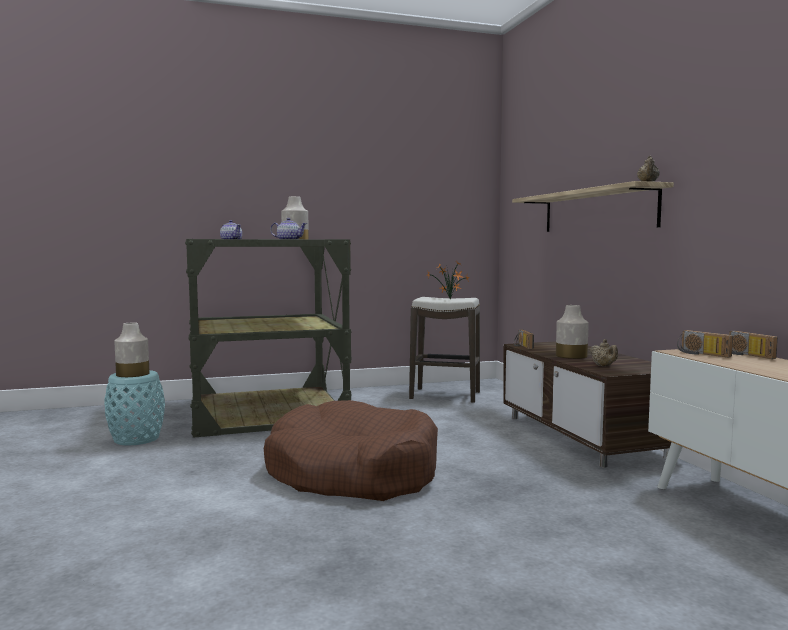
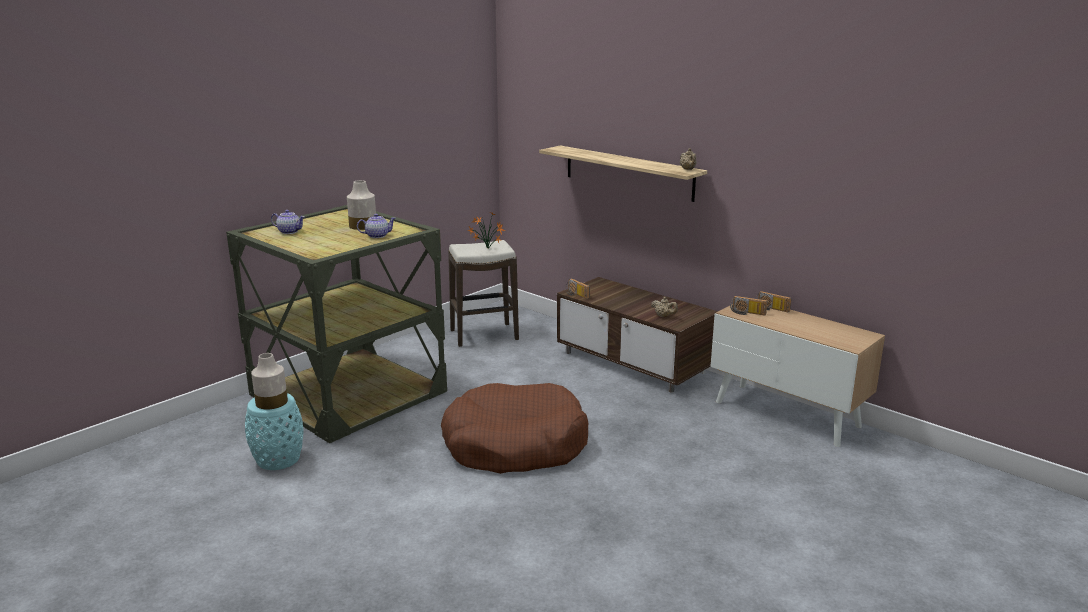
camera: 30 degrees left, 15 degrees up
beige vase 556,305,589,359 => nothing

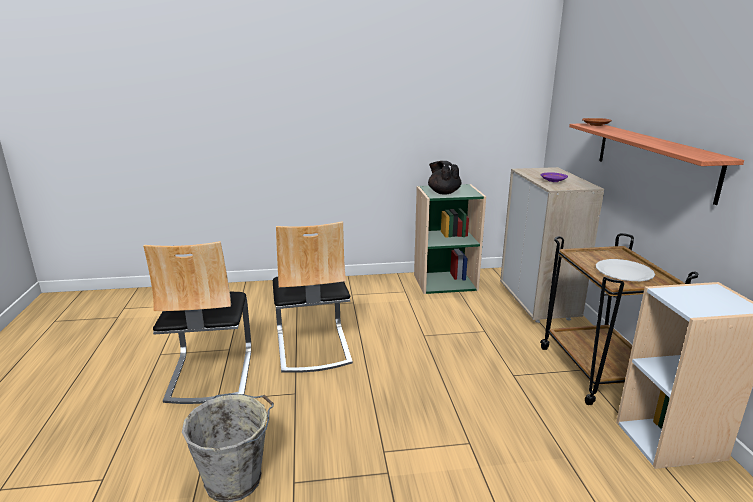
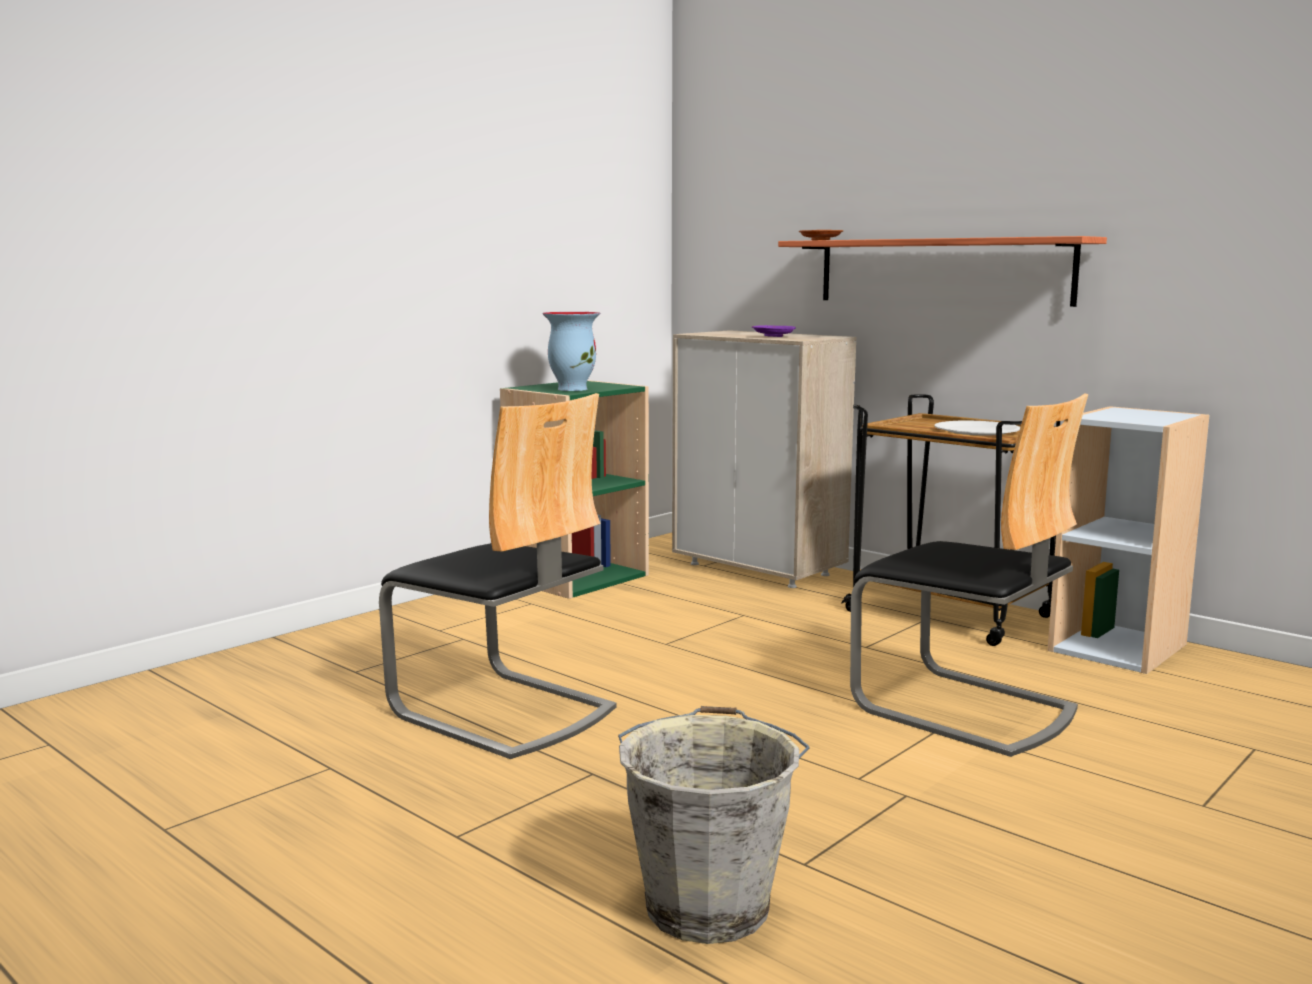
camera: 40 degrees left, 10 degrees down
black teapot 428,161,461,195 => vase 542,312,600,391
chair 143,241,251,404 => chair 850,393,1088,757, moved

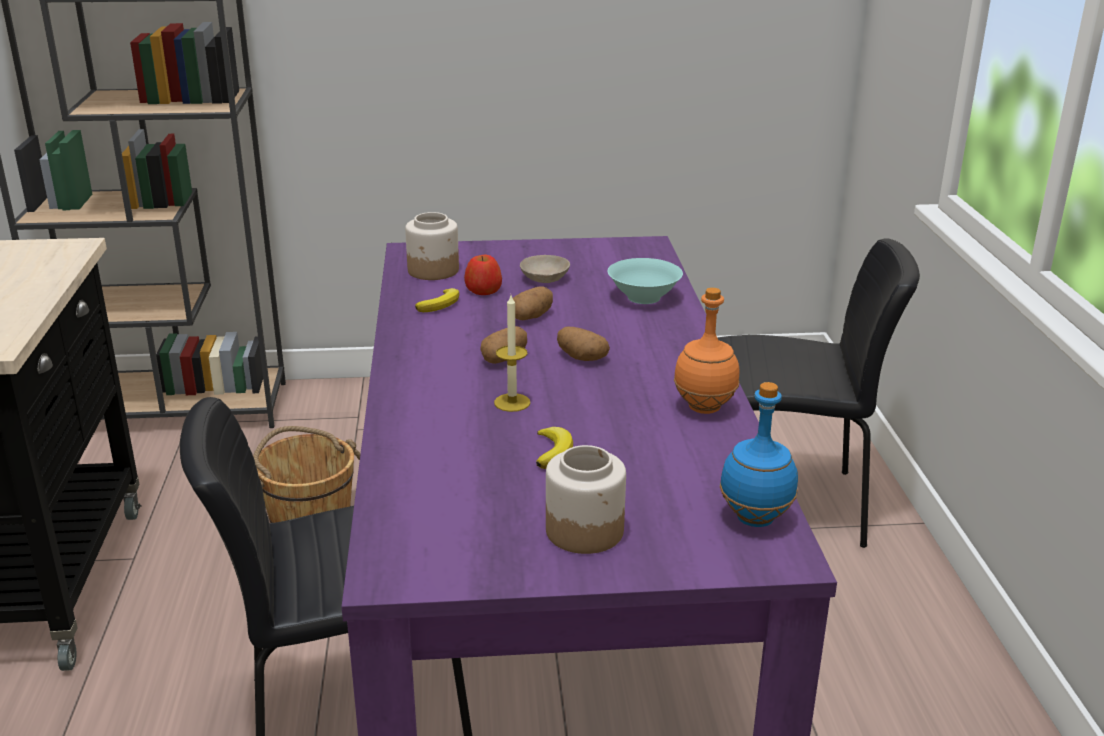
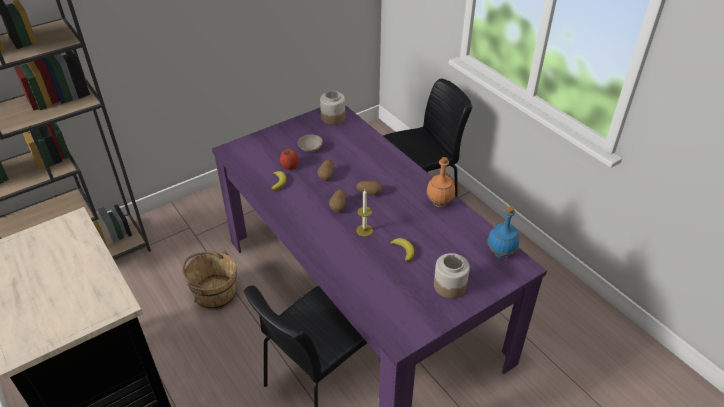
camera: 30 degrees left, 15 degrees up
jar 405,212,459,280 => jar 320,91,345,124, moved
turquoise bowl 608,258,683,304 => nothing

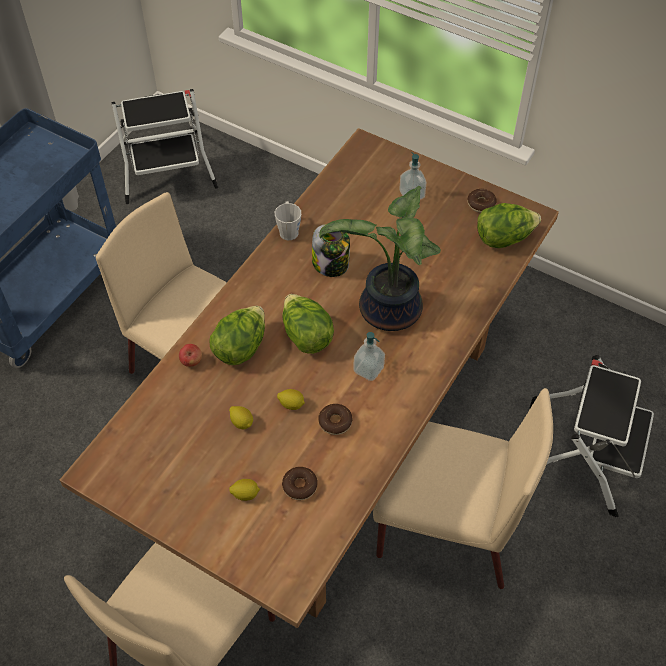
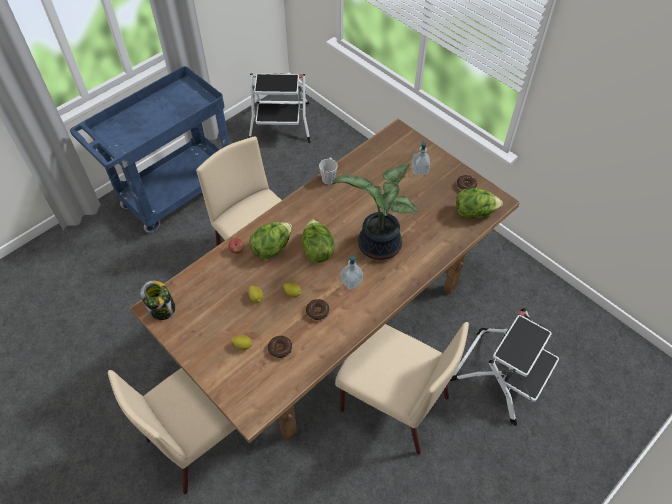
camera: 15 degrees right, 0 degrees up
jar 312,224,350,277 => jar 140,281,175,320, moved

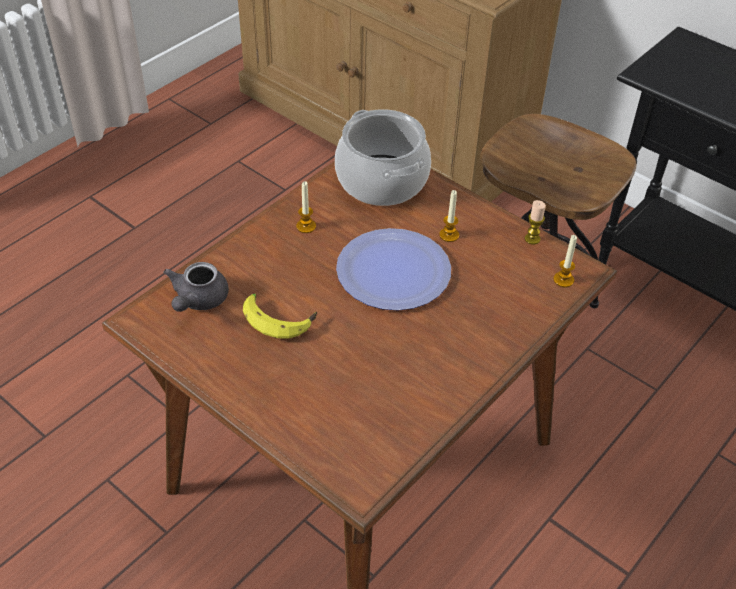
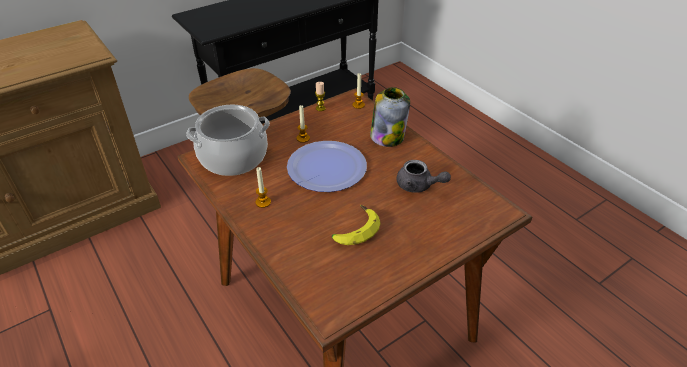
camera: 75 degrees left, 5 degrees down
grey teapot 163,262,229,312 => grey teapot 396,160,451,193, moved
nothing => jar 370,87,410,147

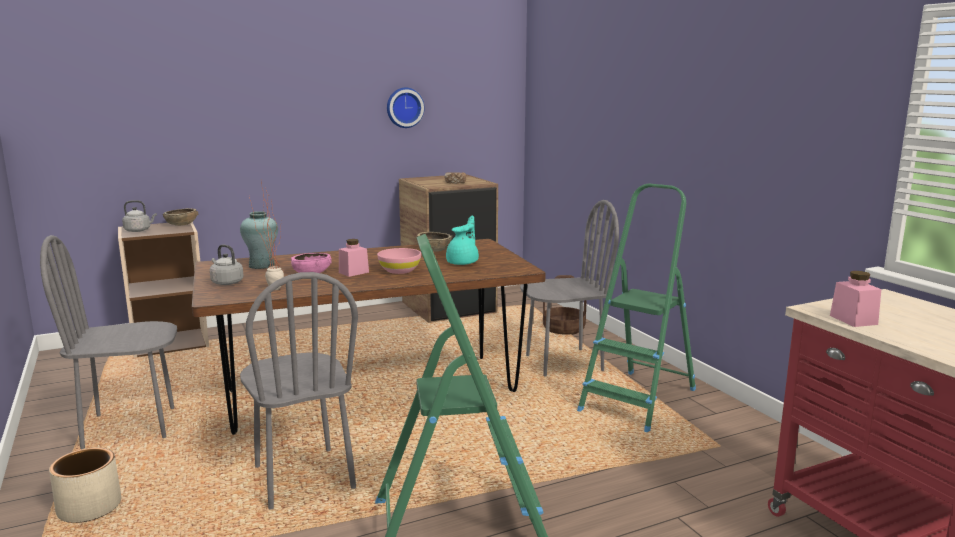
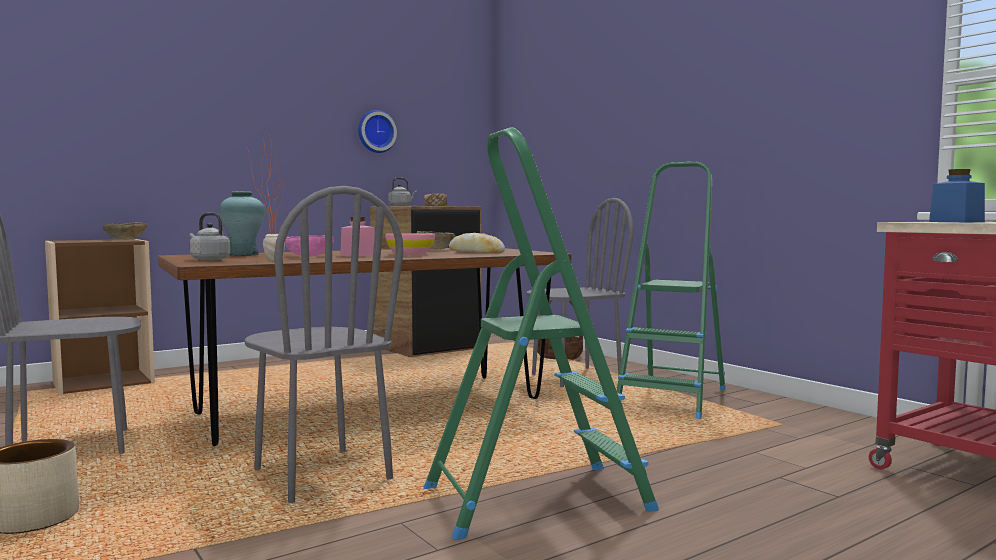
camera: 10 degrees left, 10 degrees down
grey kettle 122,200,157,232 => grey kettle 388,177,417,206, moved
turquoise teapot 446,215,479,265 => bread 449,233,505,253
pink jar 830,271,881,327 => blue jar 929,169,985,222

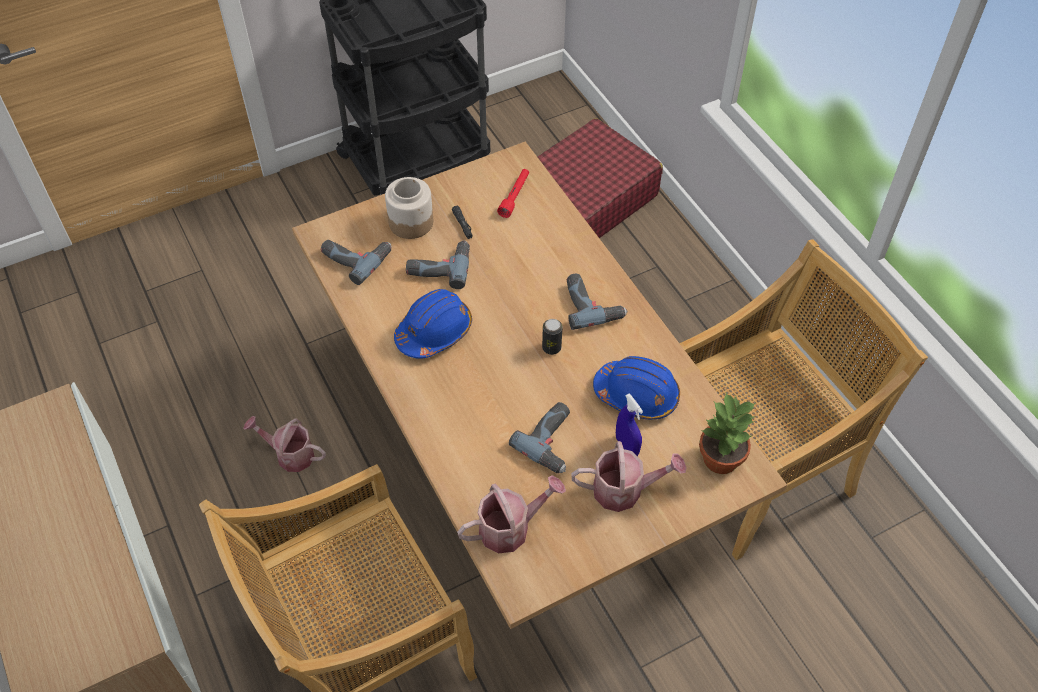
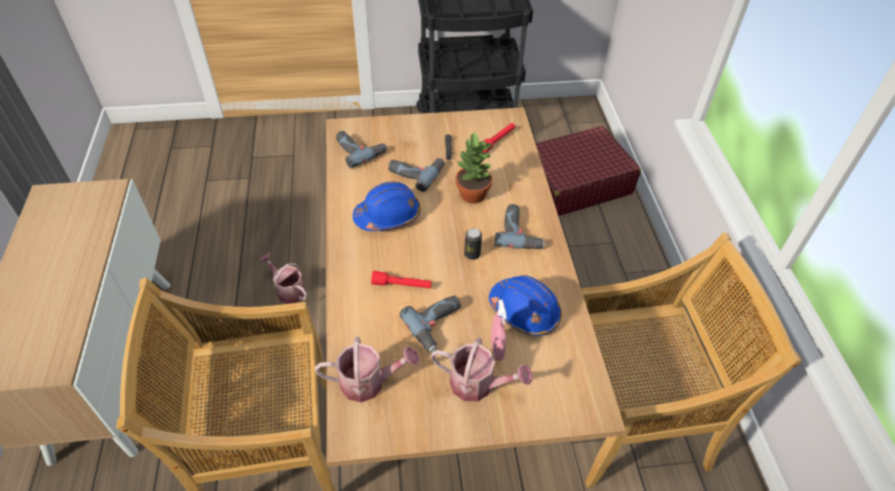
camera: 20 degrees right, 5 degrees down
jar 385,177,433,239 => nothing
potted plant 699,393,756,474 => potted plant 456,131,494,204, moved
blue spray bottle 616,394,643,456 => pink spray bottle 491,300,507,361
nothing => red flashlight 371,271,432,289

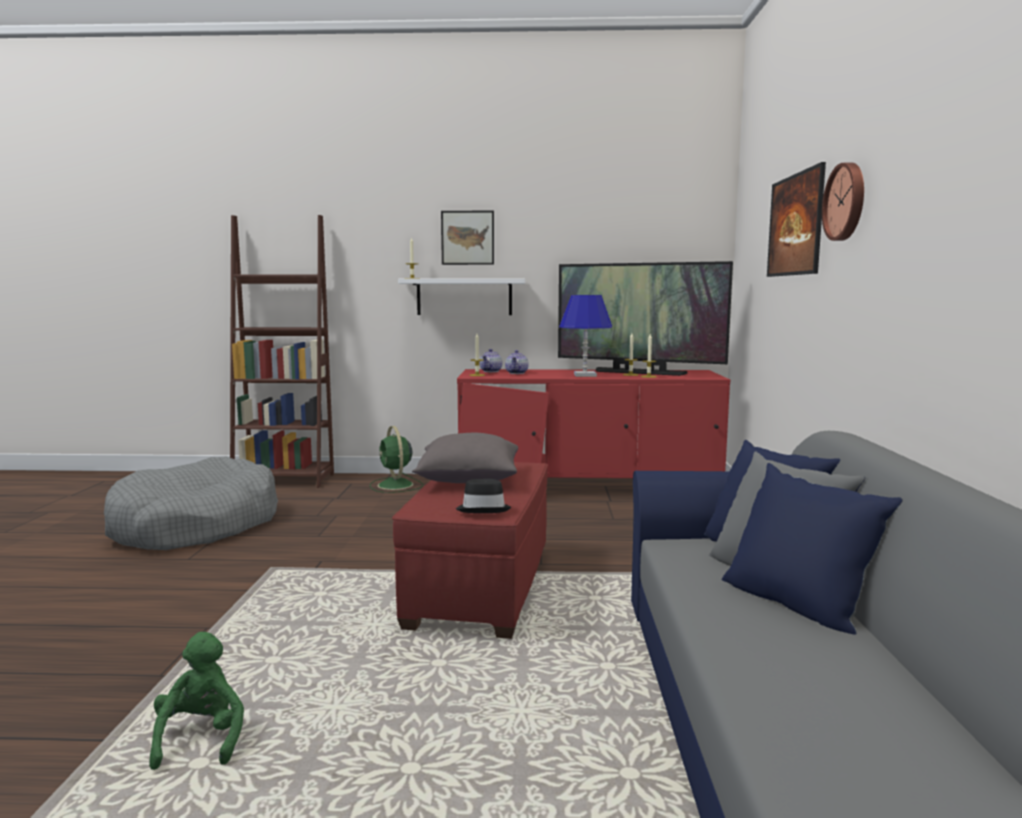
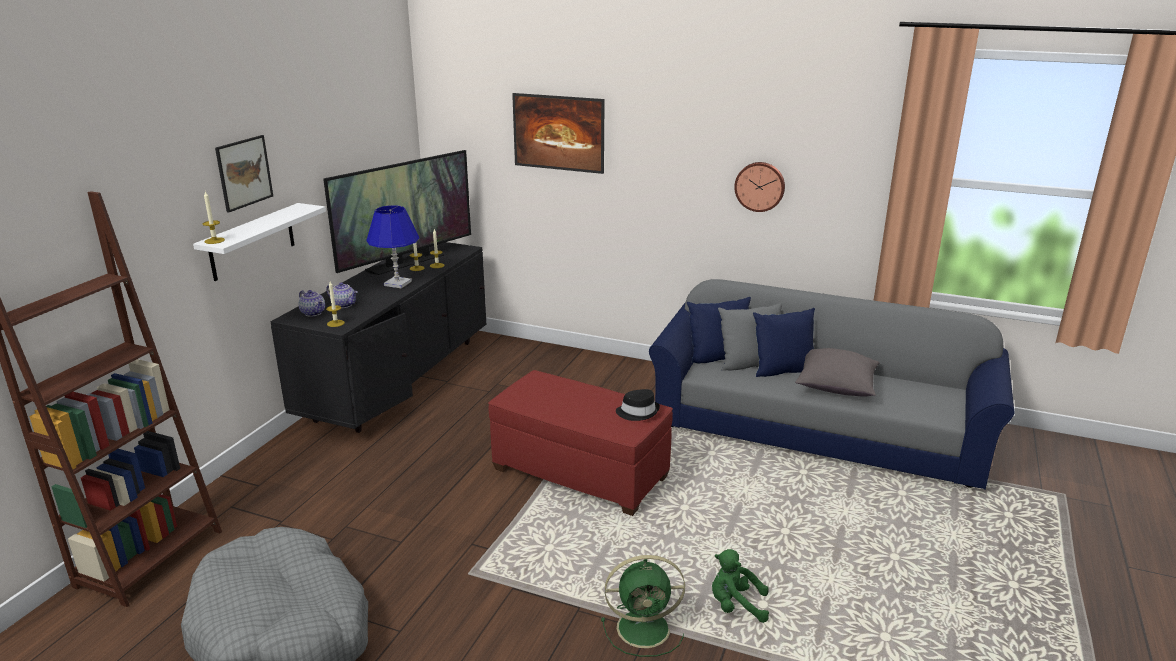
camera: 70 degrees left, 15 degrees up
wall clock 822,163,864,241 => wall clock 734,162,785,212, moved
red tv stand 457,369,730,478 => black tv stand 271,242,486,433
green fan 370,426,423,493 => green fan 601,555,685,657, moved
grey pillow 412,433,518,483 => grey pillow 795,348,879,397, moved

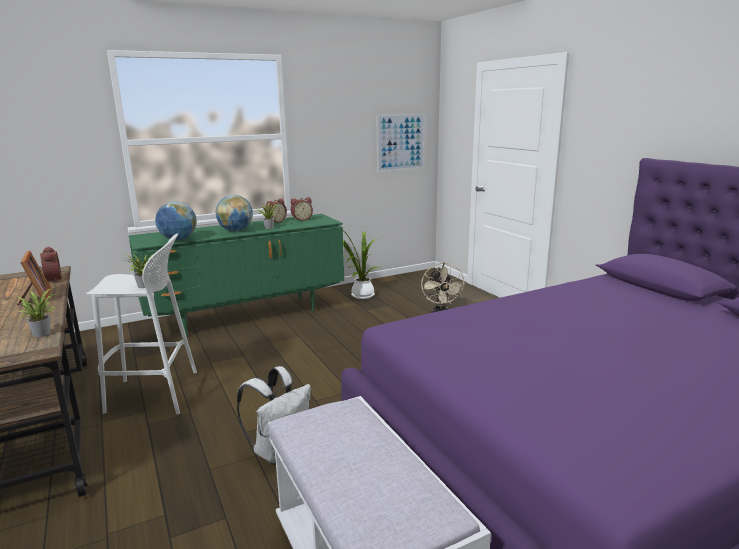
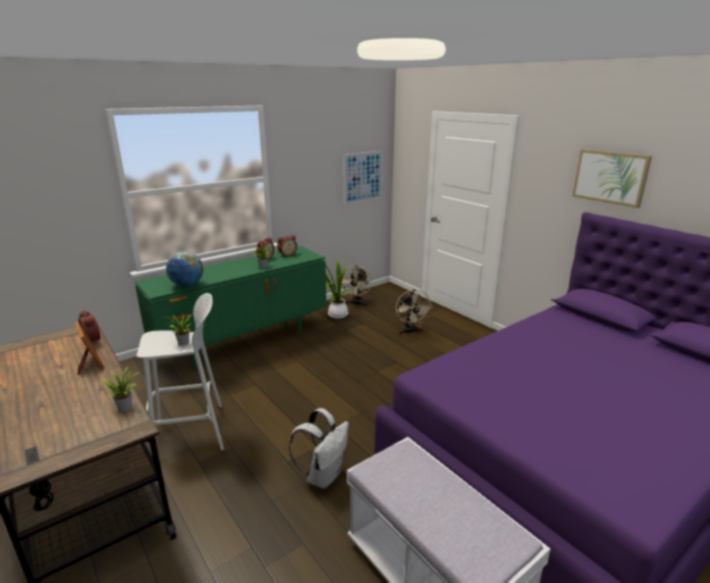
camera: 10 degrees left, 5 degrees up
globe 216,195,253,231 => nothing
nothing => picture 572,149,652,208
nothing => beige fan 341,265,372,306

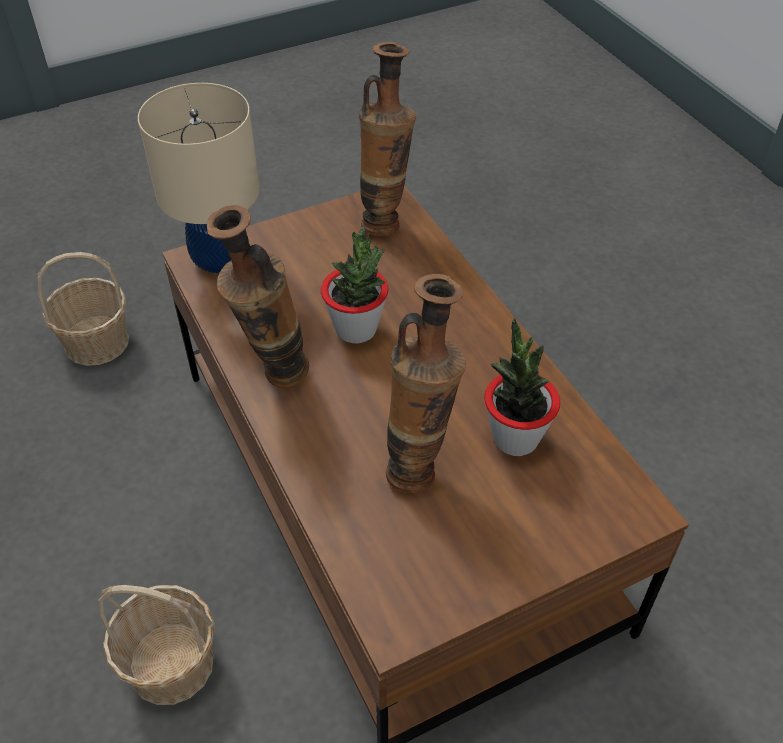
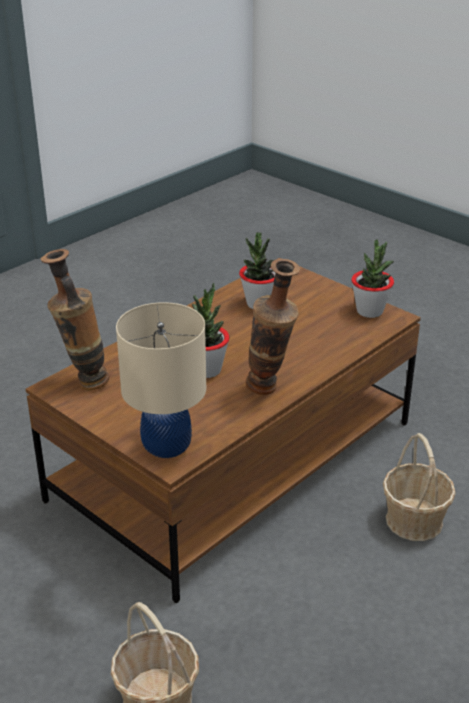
camera: 110 degrees left, 15 degrees down
vase 386,274,466,494 => nothing
nothing => potted plant 351,239,394,318

